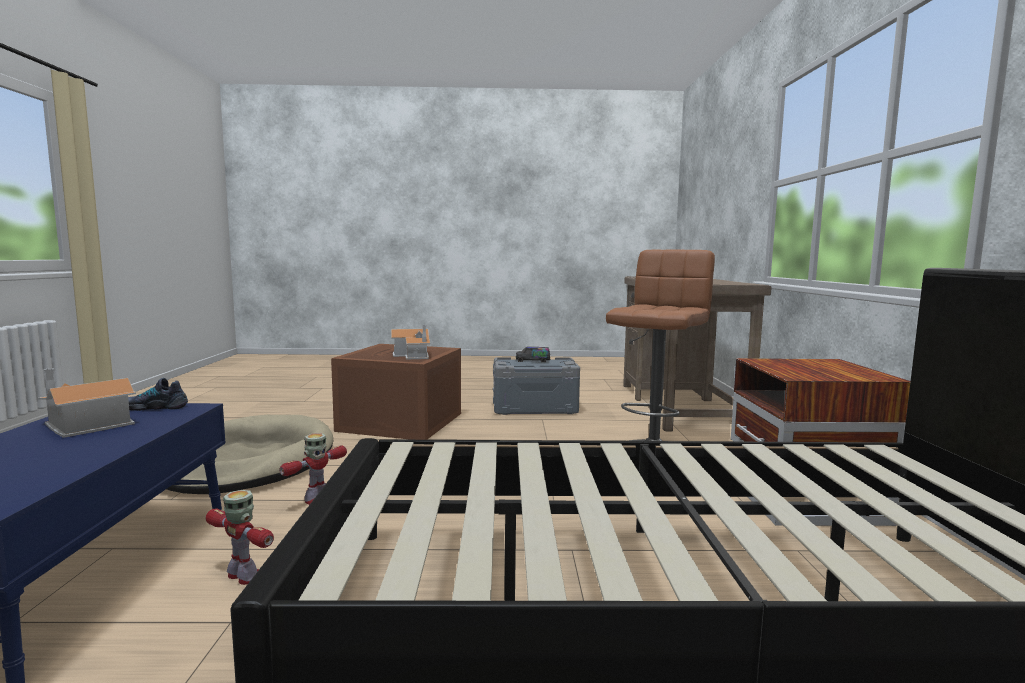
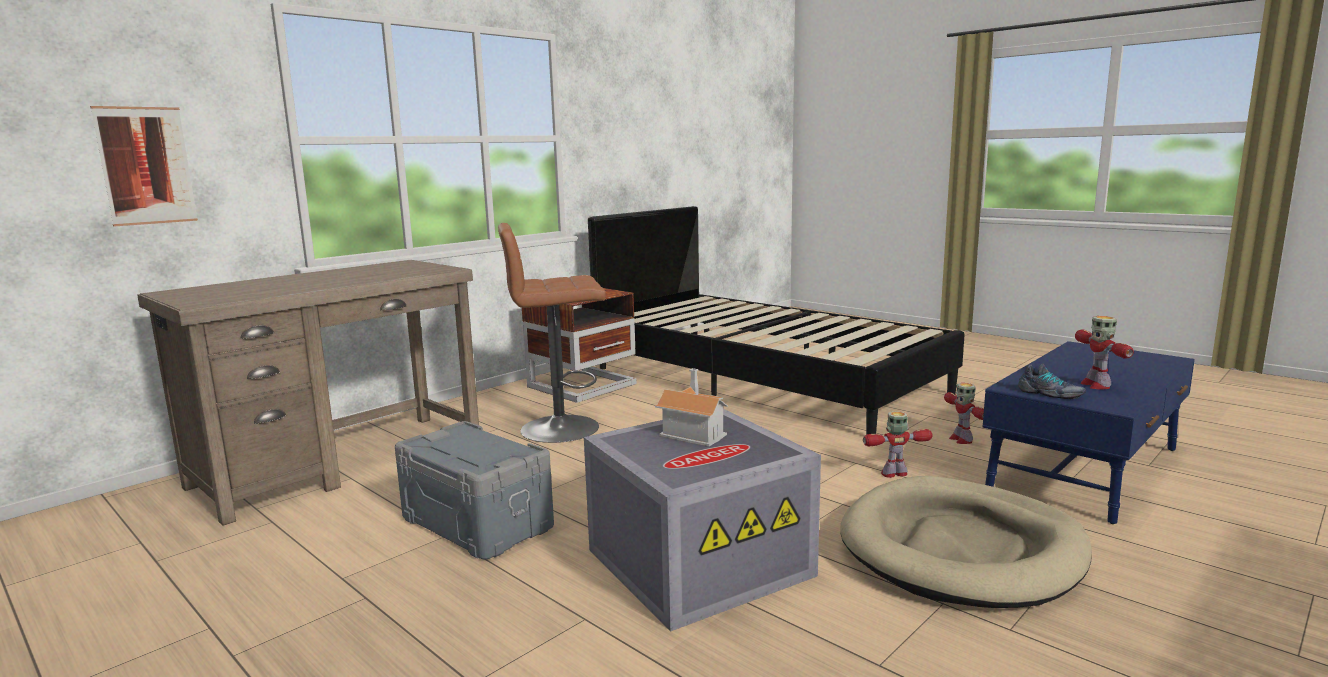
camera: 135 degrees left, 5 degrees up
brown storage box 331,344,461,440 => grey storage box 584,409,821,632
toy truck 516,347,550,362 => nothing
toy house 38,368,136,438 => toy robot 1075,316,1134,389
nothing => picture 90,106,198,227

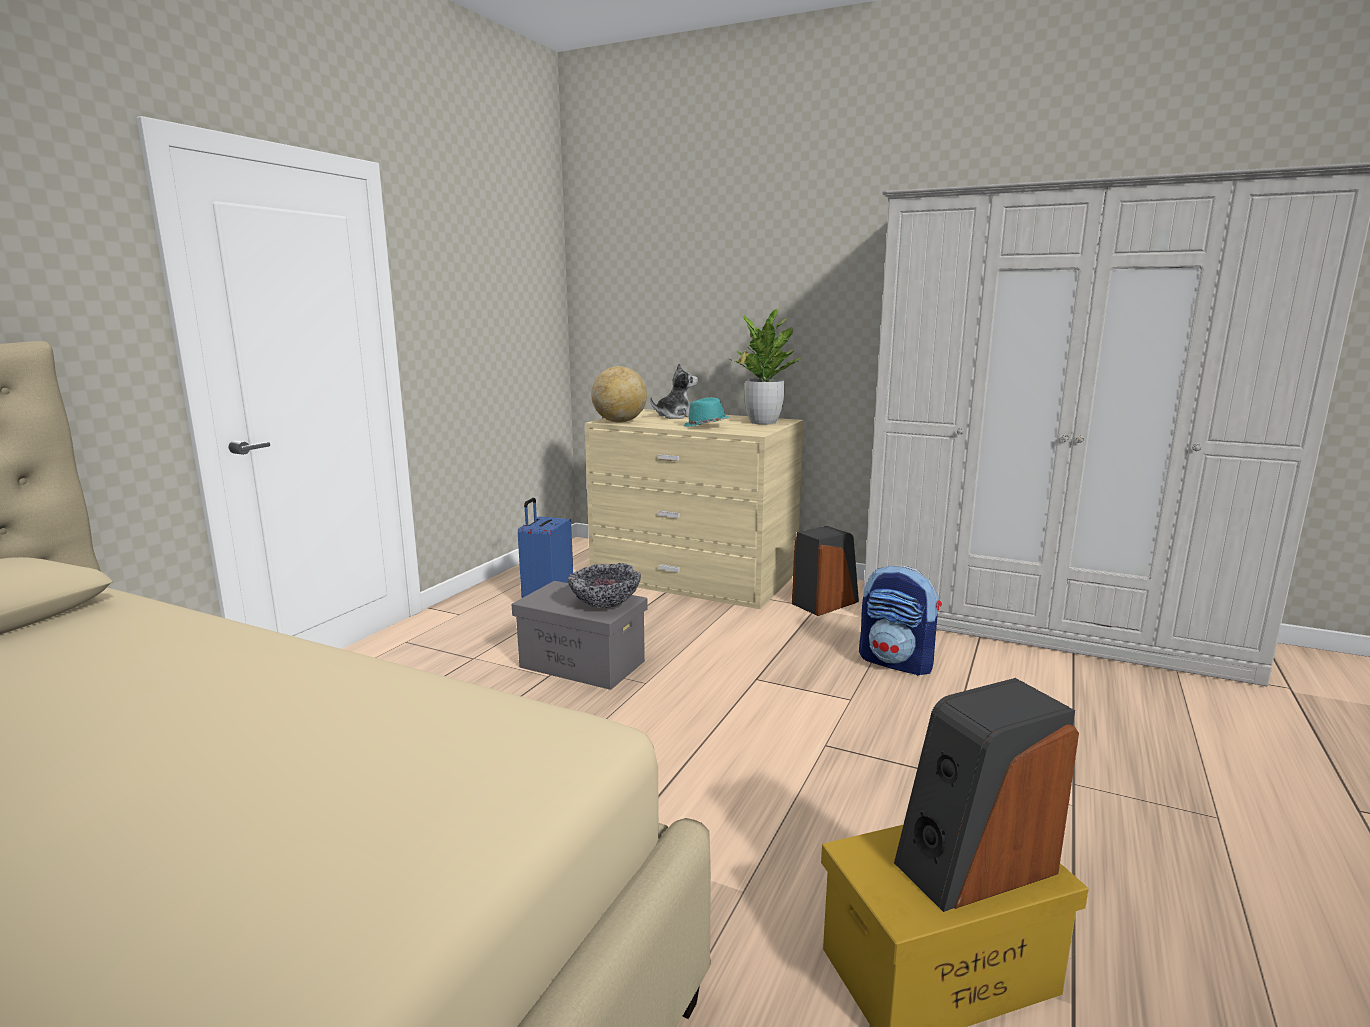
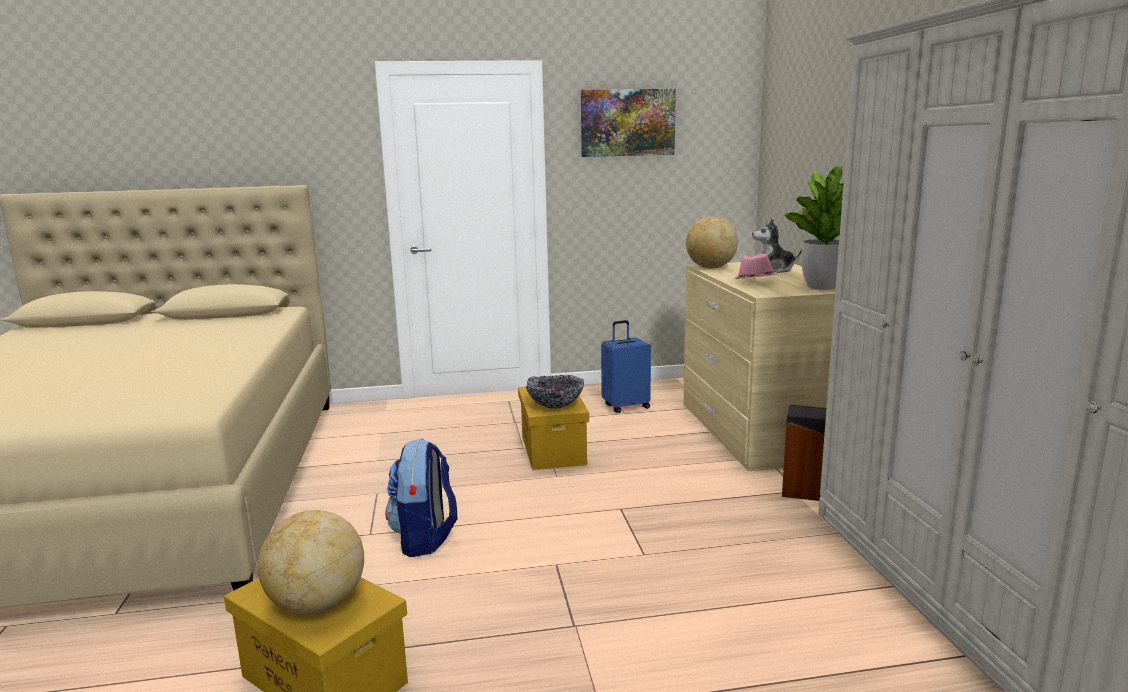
camera: 55 degrees right, 0 degrees up
plush toy 650,364,698,419 => plush toy 752,218,802,273, 150 degrees clockwise
turquoise hat 684,397,729,427 => pink hat 734,254,776,280
backpack 859,565,942,676 => backpack 385,438,457,557, moved
grey storage box 512,581,648,690 => yellow storage box 518,387,589,470
speaker 894,678,1079,912 => globe 258,510,364,615
nothing => picture 581,89,676,157

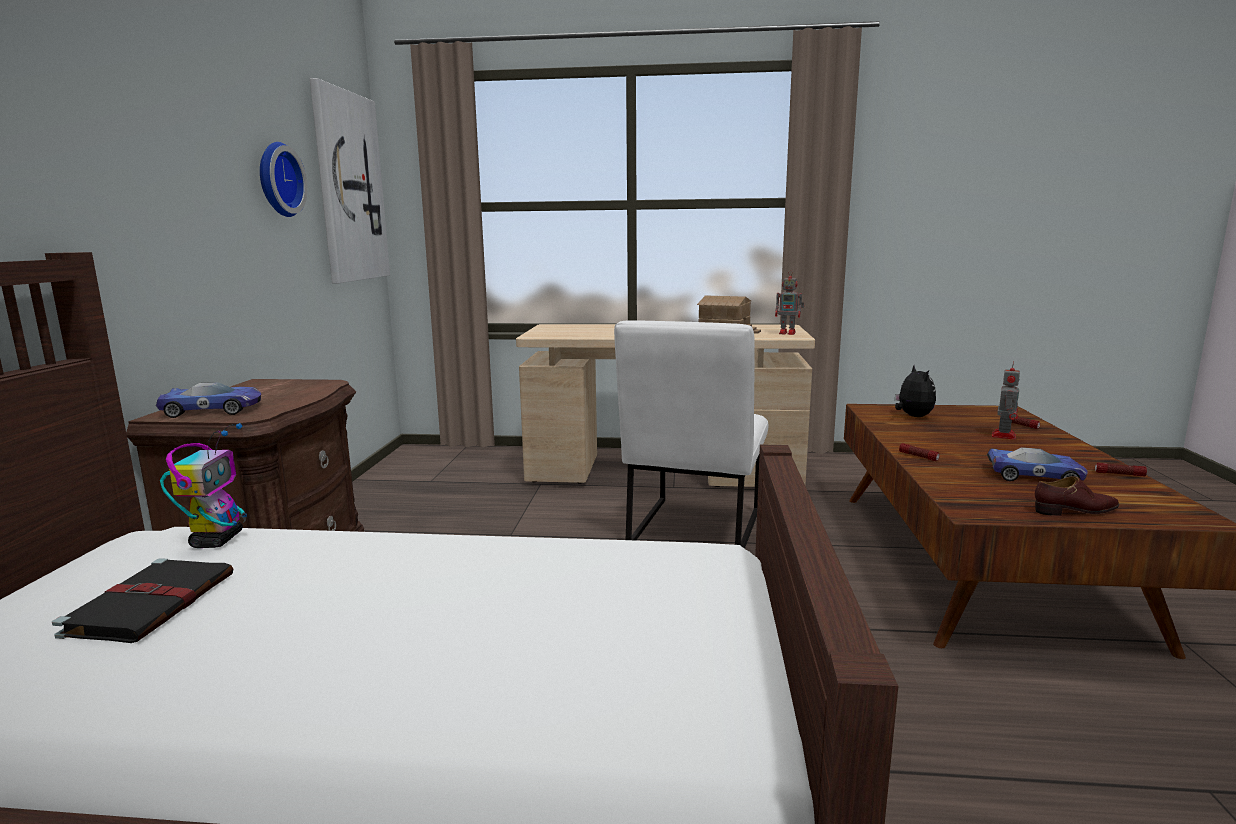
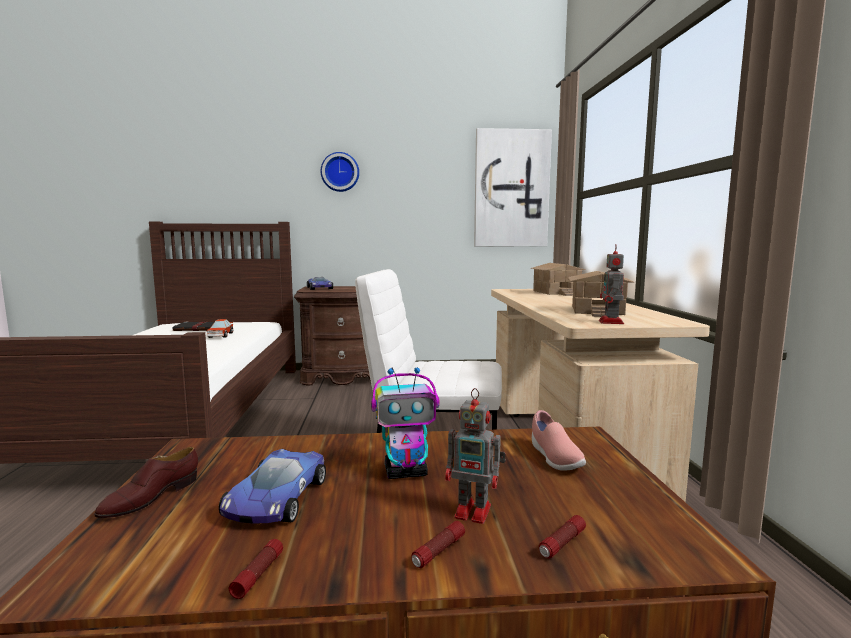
camera: 80 degrees right, 5 degrees down
wall clock 260,142,308,217 => wall clock 321,152,359,192, moved
plush toy 895,366,936,417 => pink shoe 532,410,586,471
toy robot 160,423,247,548 => toy robot 371,367,440,479, moved
flashlight 899,443,940,461 => flashlight 411,521,465,568, moved
brown shoe 1035,476,1119,516 => brown shoe 94,447,198,518, 45 degrees clockwise
nothing => toy house 530,263,586,296
nothing => toy car 206,319,233,338

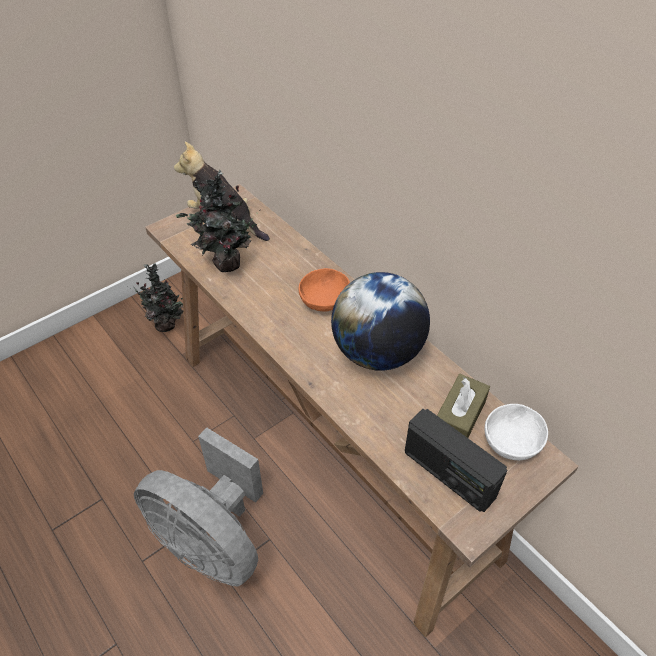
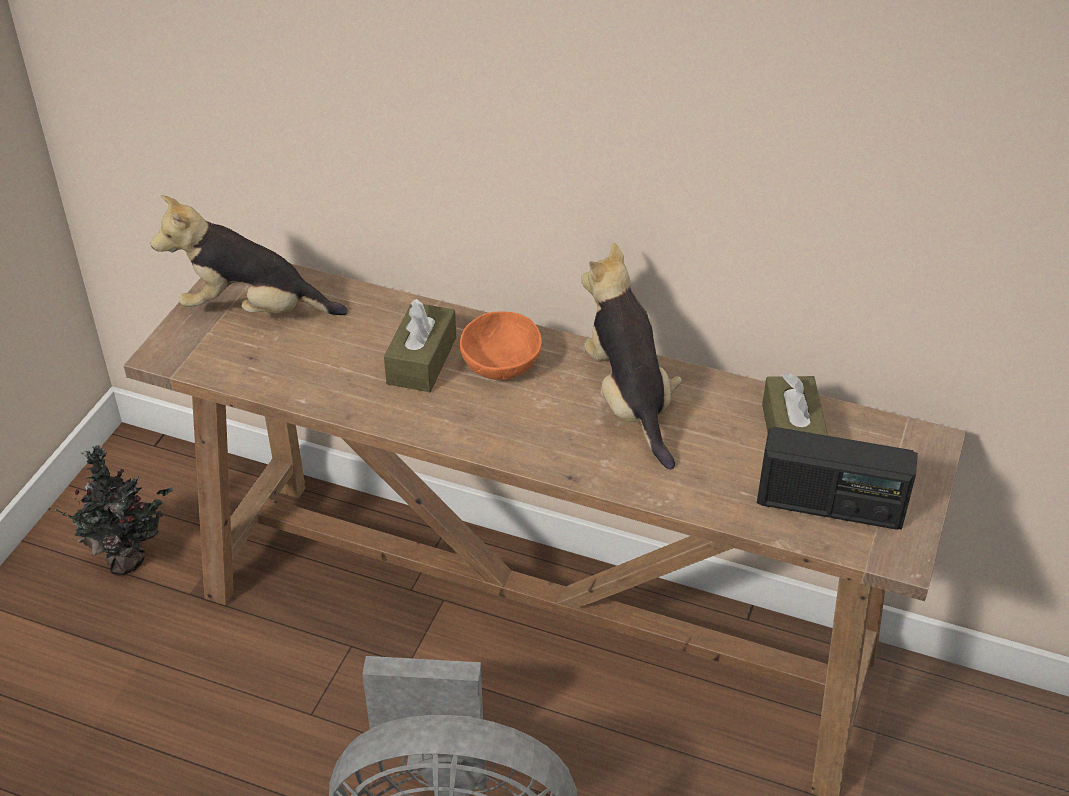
camera: 30 degrees left, 5 degrees down
potted plant 176,170,260,272 => nothing
globe 331,272,430,371 => plush toy 581,243,682,469
white bowl 484,404,548,460 => nothing
nothing => brown tissue box 384,299,456,392

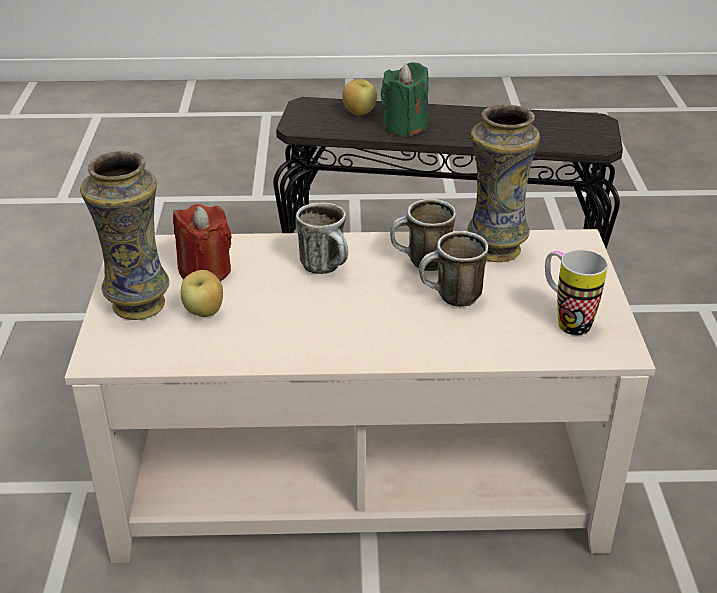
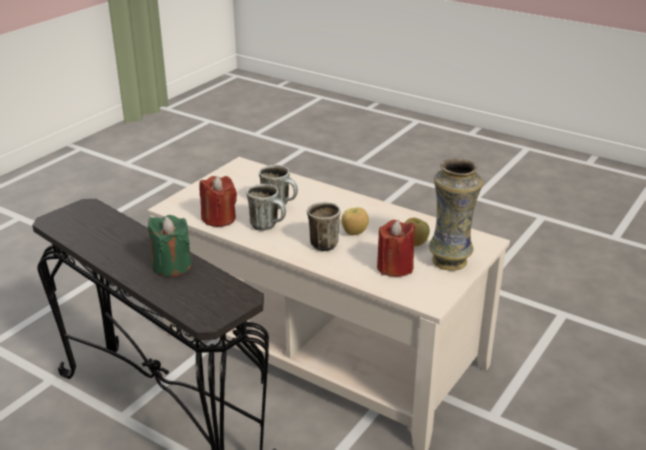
camera: 145 degrees left, 5 degrees down
apple 342,79,377,116 => apple 341,207,369,235, moved
vase 467,104,540,262 => red candle 199,176,237,227
mug 545,250,608,335 => nothing

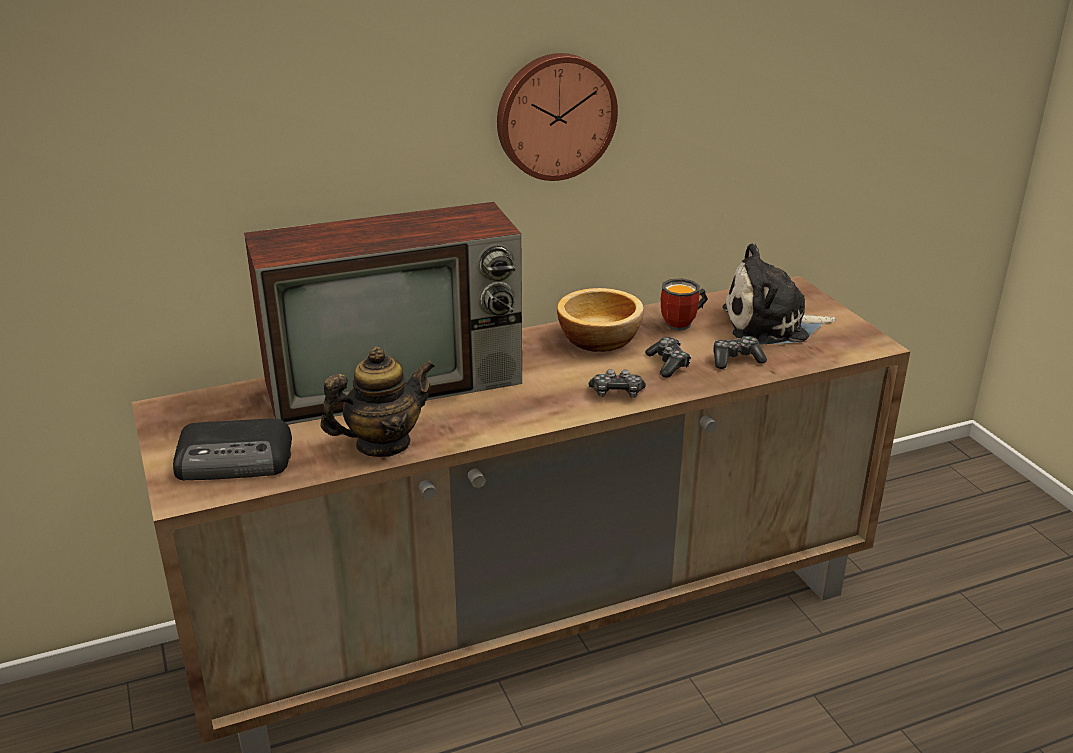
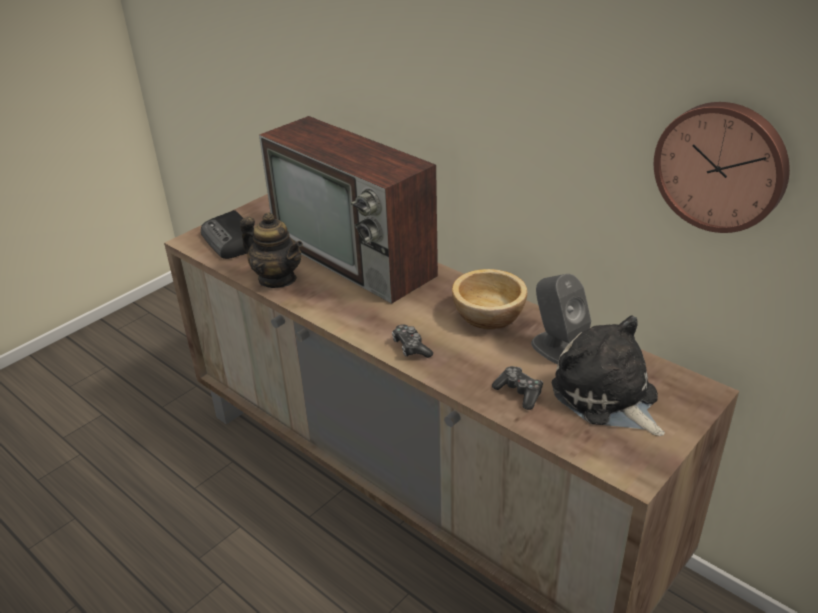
camera: 65 degrees right, 5 degrees up
wall clock 497,53,618,181 => wall clock 654,102,790,233, moved
mug 661,278,708,331 => grey speaker 531,274,591,364
game controller 645,337,691,377 => nothing

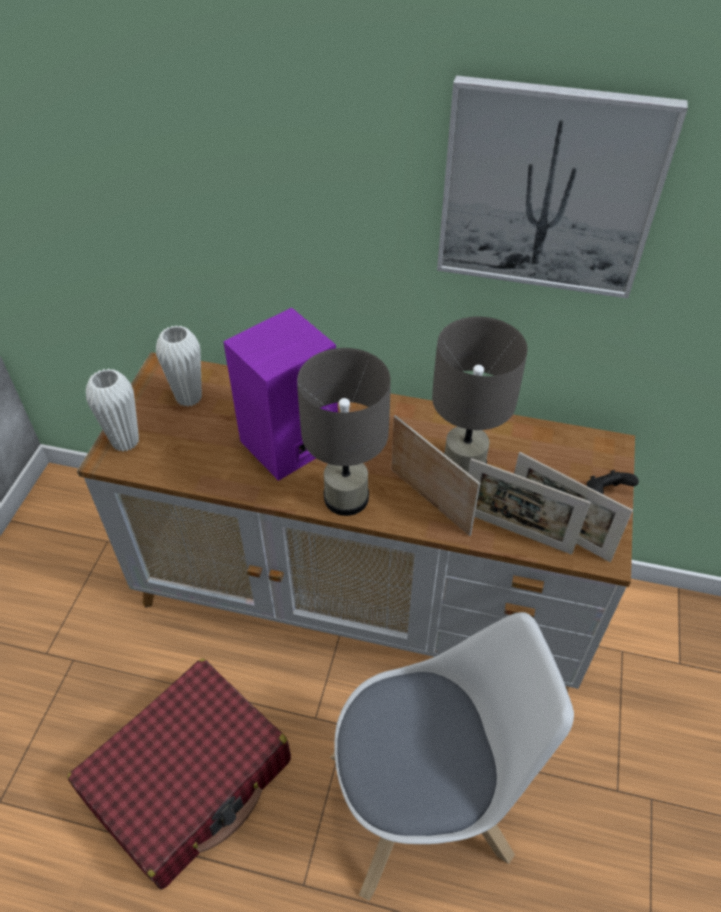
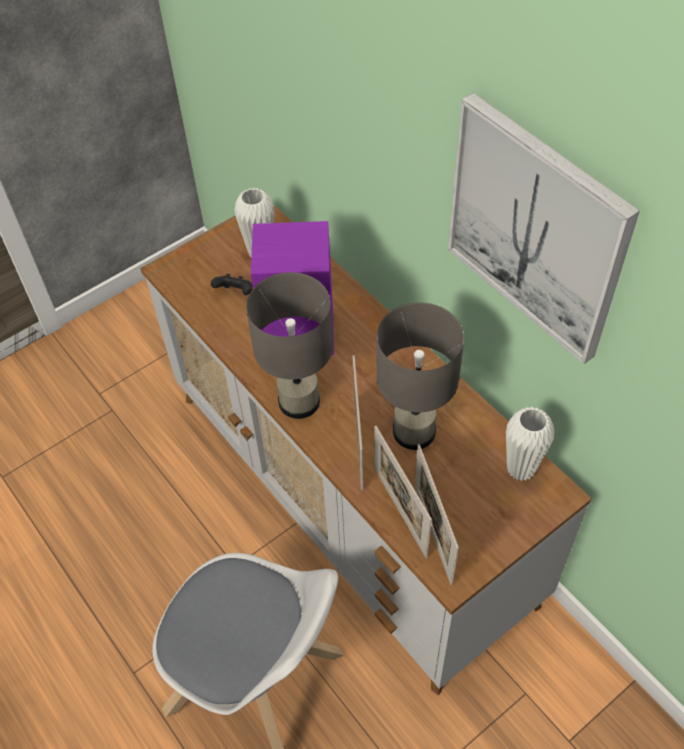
camera: 40 degrees right, 5 degrees up
white vase 86,368,139,452 => white vase 506,407,555,481, moved
black game controller 587,470,639,494 => black game controller 211,273,253,295, moved
red suitcase 68,659,291,889 => nothing

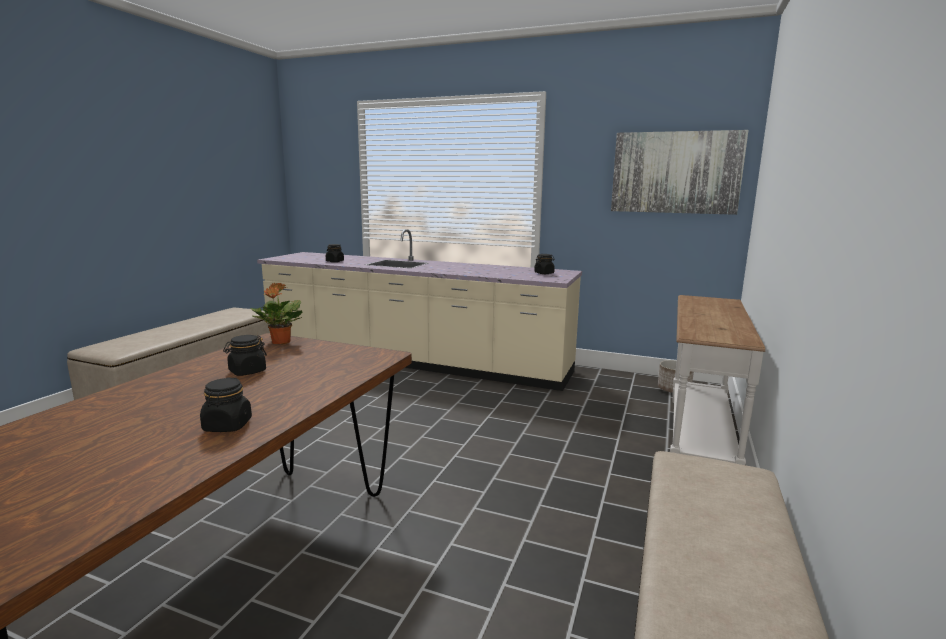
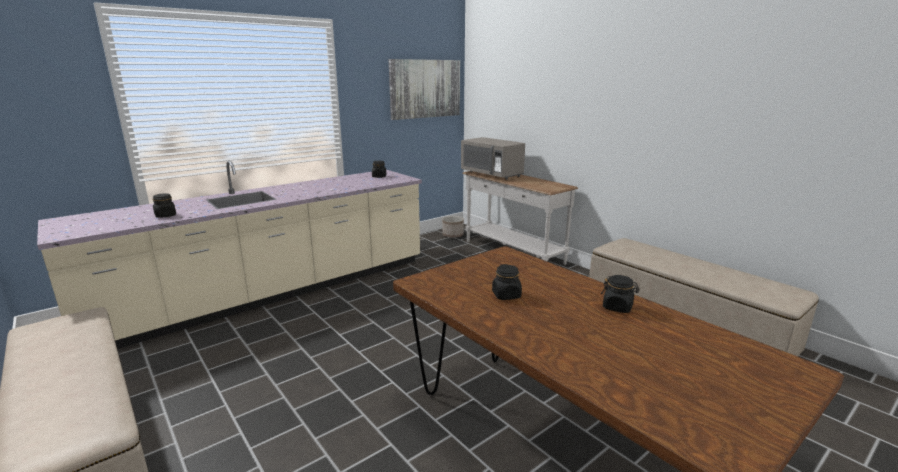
camera: 60 degrees left, 5 degrees up
potted plant 250,283,303,344 => nothing
nothing => grey microwave 461,137,525,180

